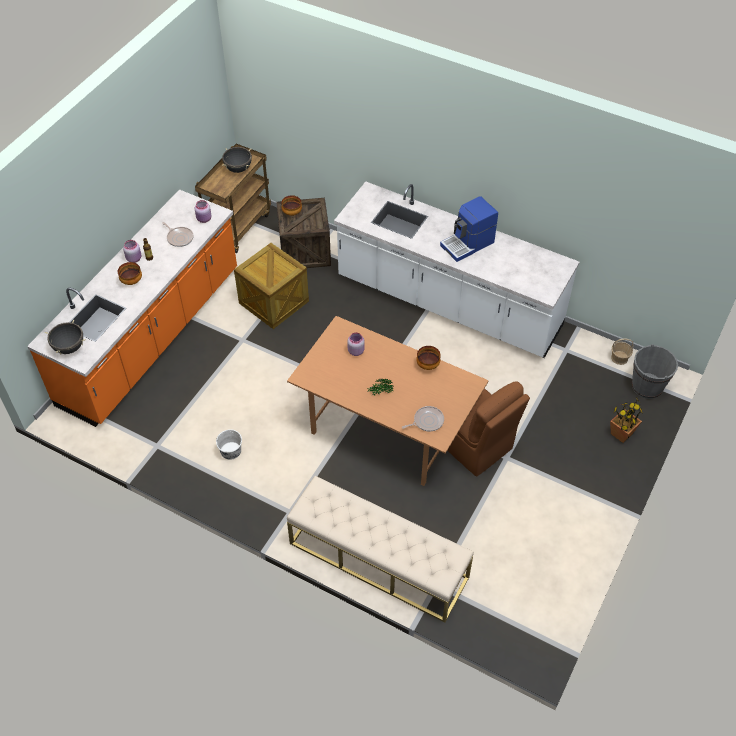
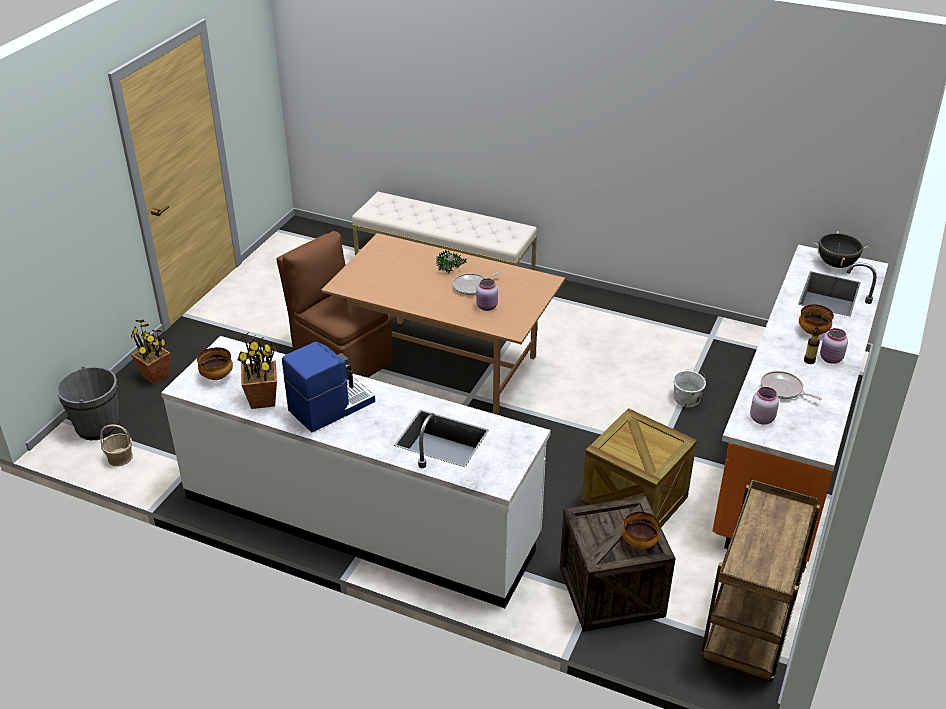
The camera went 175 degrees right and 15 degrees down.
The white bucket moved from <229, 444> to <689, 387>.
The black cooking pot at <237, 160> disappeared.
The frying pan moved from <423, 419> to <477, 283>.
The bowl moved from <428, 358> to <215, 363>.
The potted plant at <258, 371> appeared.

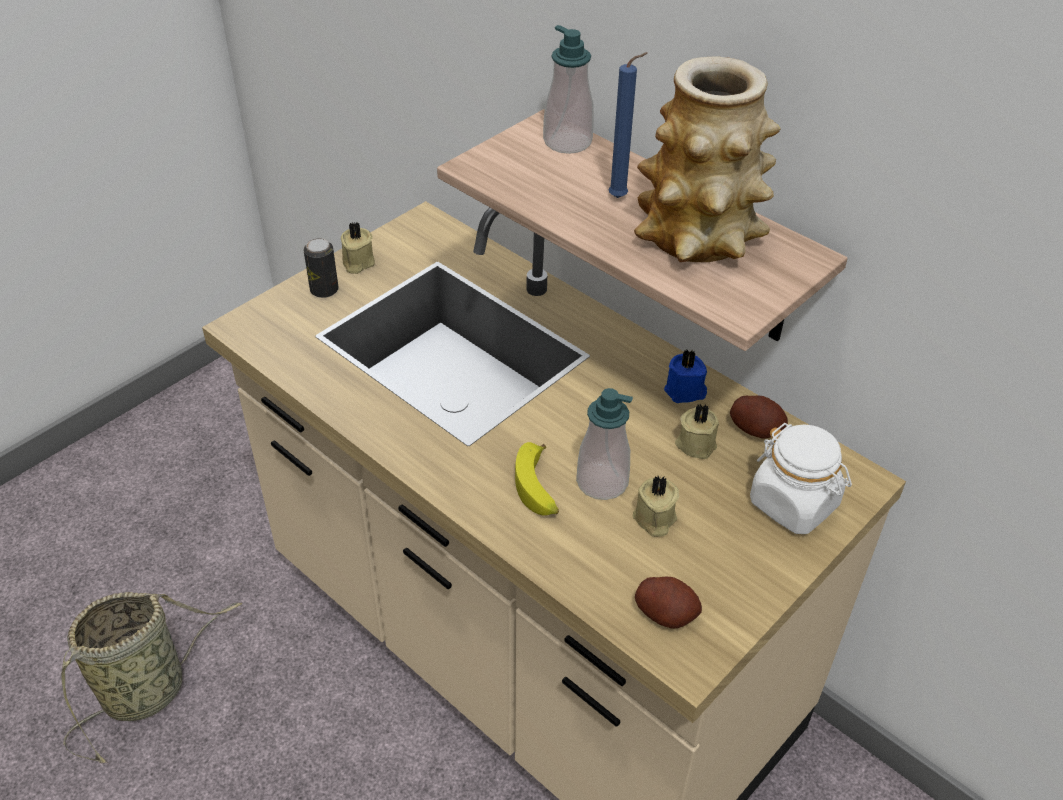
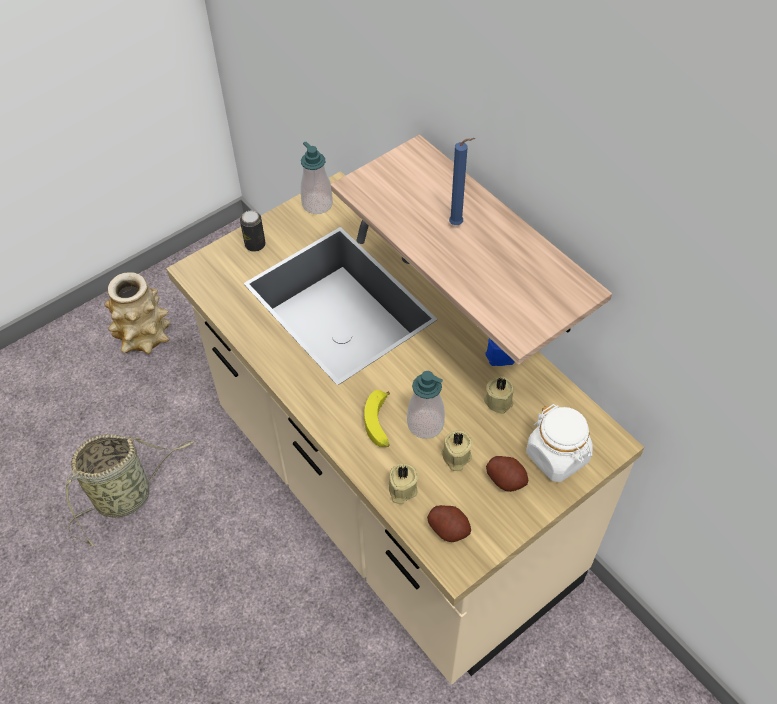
The camera went 10 degrees right and 10 degrees up.
The beige candle moved from <358, 248> to <403, 484>.
The soap dispenser moved from <568, 89> to <317, 178>.
The vase moved from <707, 159> to <137, 313>.
The potato moved from <759, 417> to <507, 474>.

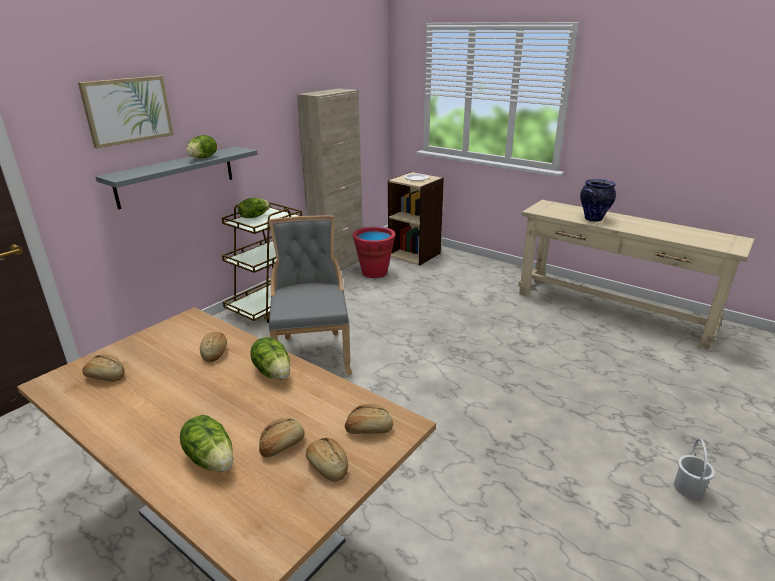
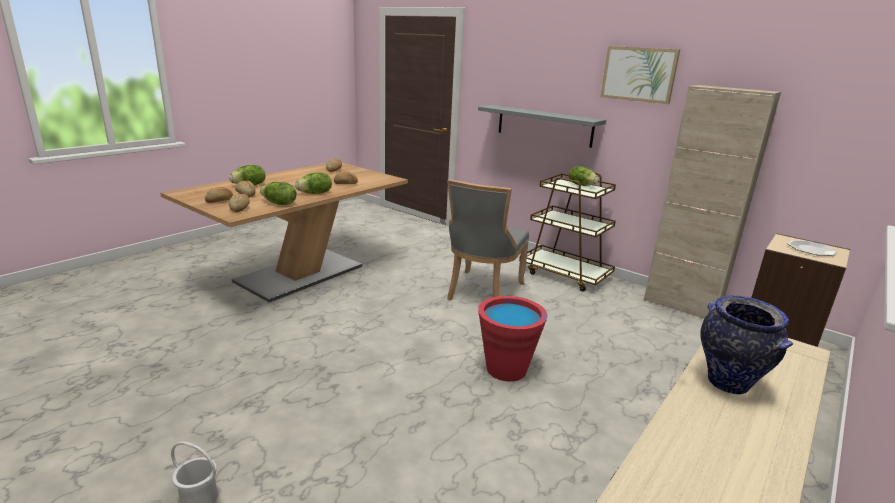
The camera went 90 degrees right and 5 degrees down.
The picture moved from <125, 112> to <640, 75>.
The lettuce moved from <201, 147> to <278, 193>.
The grey chair at <310, 295> turned 120 degrees clockwise.
The red bucket moved from <374, 252> to <512, 339>.

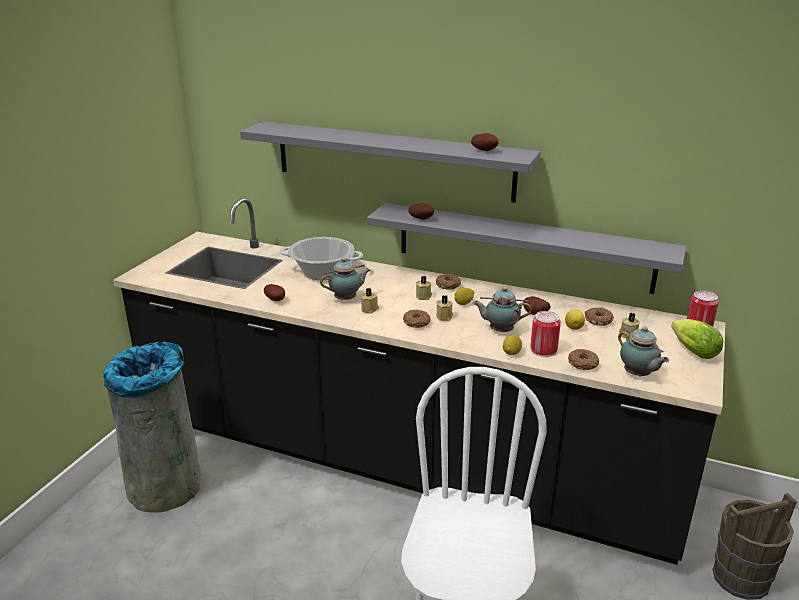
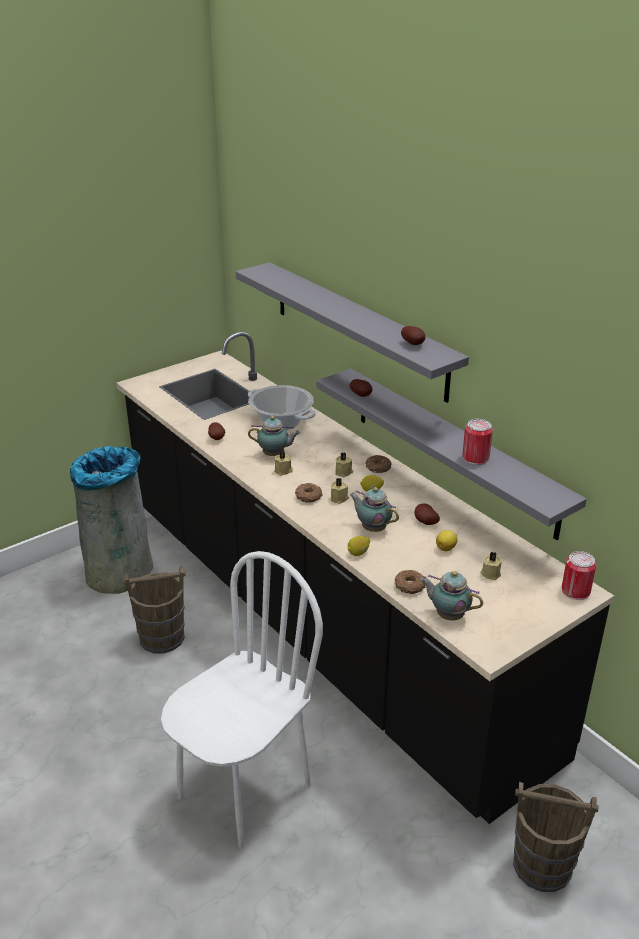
The camera went 30 degrees right and 5 degrees up.
The can moved from <545, 334> to <478, 442>.
The donut at <599, 316> disappeared.
The teapot at <643, 352> turned 120 degrees clockwise.
The lettuce at <697, 339> disappeared.
The brown bucket at <155, 609> appeared.

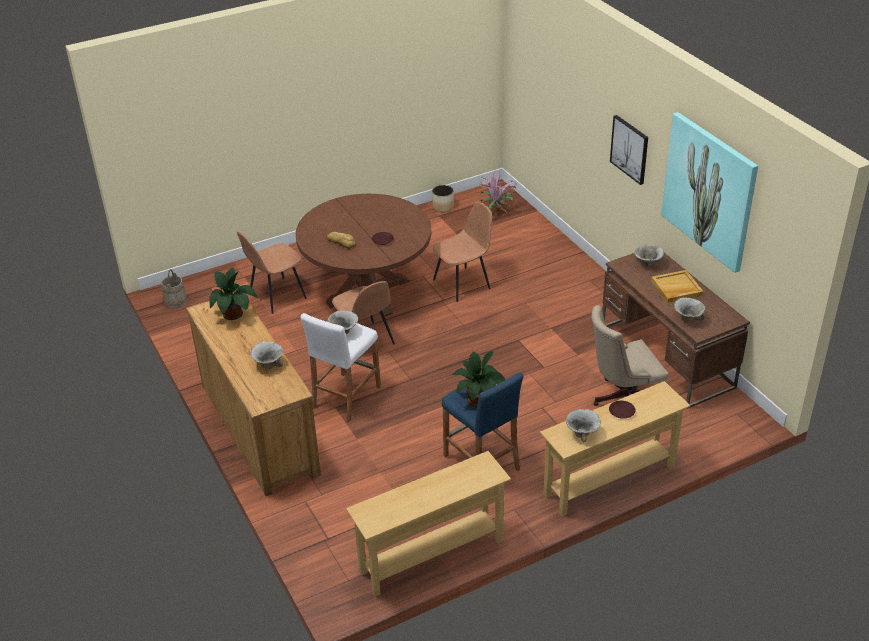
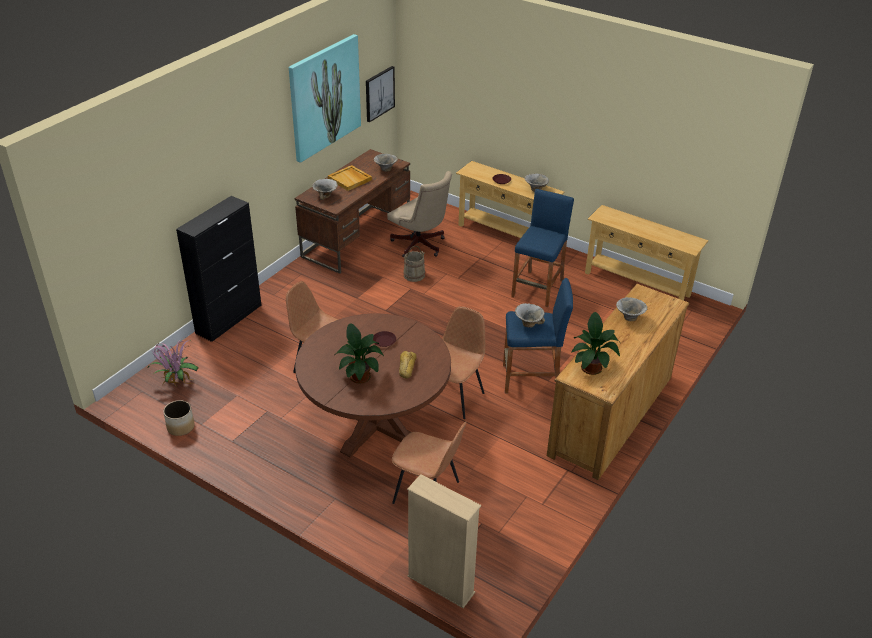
The camera went 120 degrees left and 0 degrees up.
The beige bucket moved from <174, 289> to <414, 264>.
The white stool at <341, 367> became the blue stool at <538, 336>.
The potted plant moved from <477, 379> to <360, 353>.
The picture moved from <629, 150> to <380, 94>.
The black cabinet at <218, 269> appeared.
The beige bookcase at <444, 541> appeared.

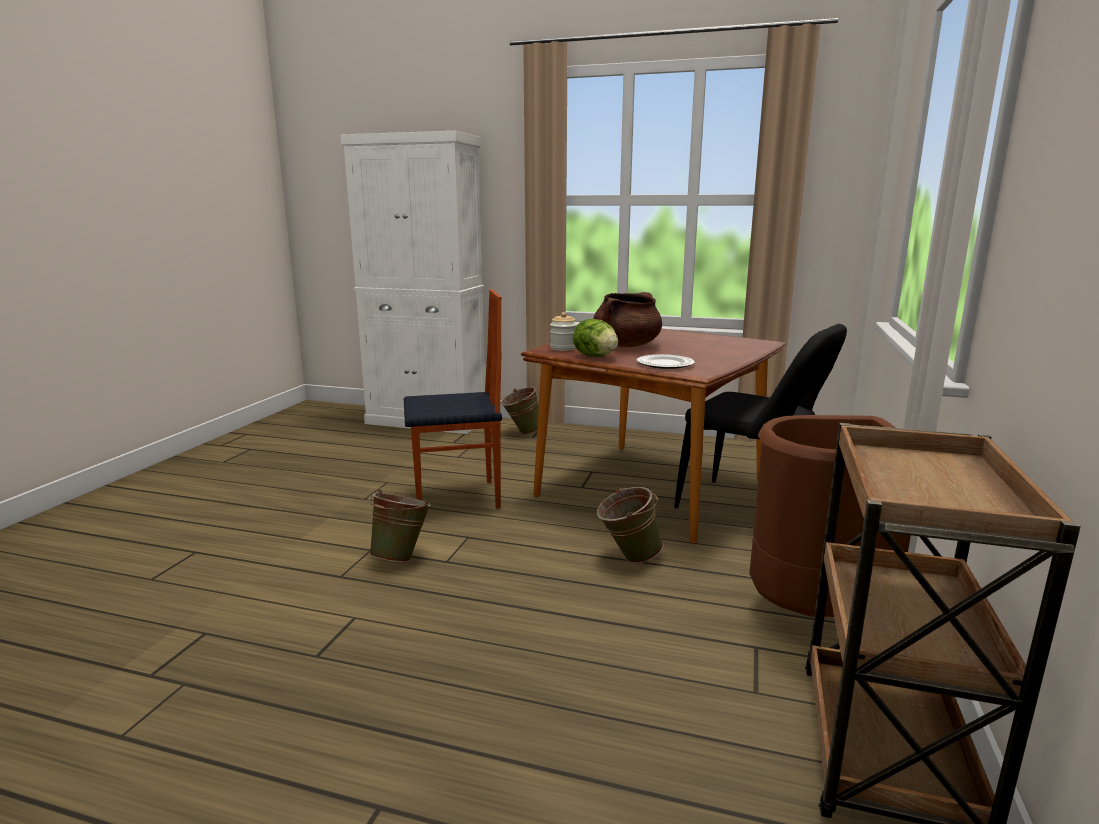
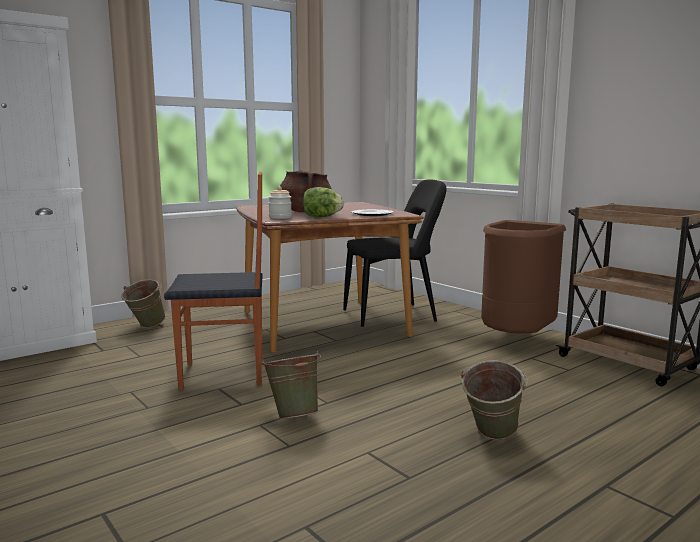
The camera went 55 degrees left and 5 degrees down.
The chair at <452, 399> turned 60 degrees clockwise.
The green bucket moved from <630, 525> to <494, 400>.

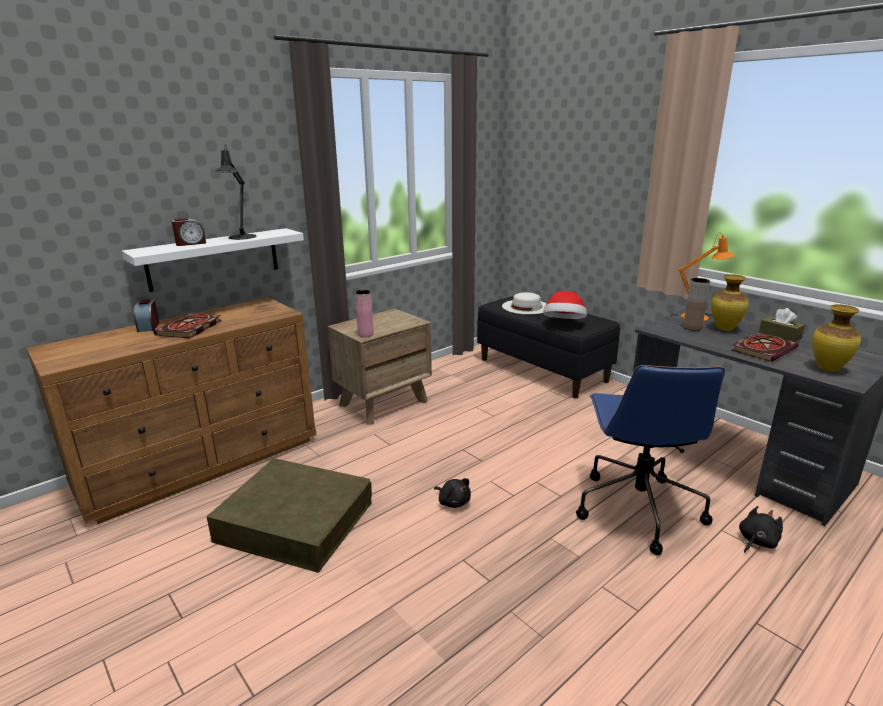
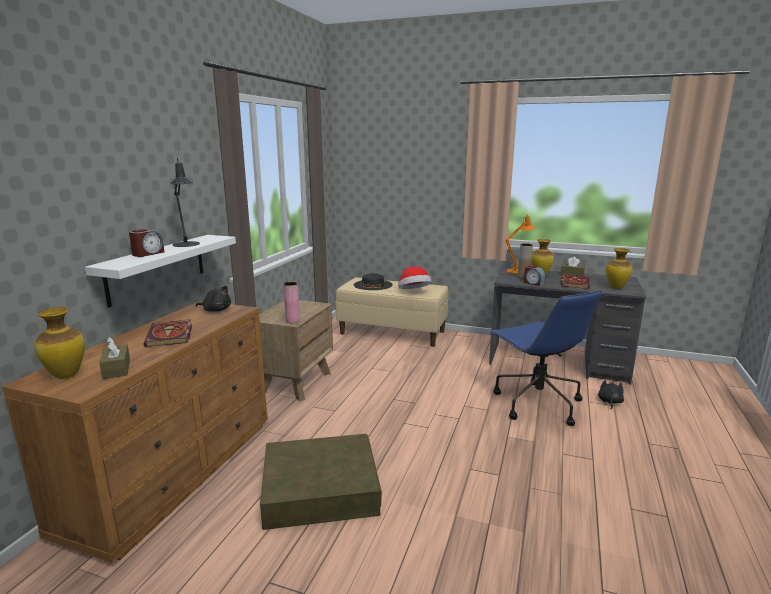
The camera went 30 degrees left and 5 degrees down.
The alarm clock moved from <146, 315> to <535, 275>.
The black plush toy moved from <452, 493> to <213, 299>.
The black bench at <548, 347> became the beige bench at <392, 312>.
The white hat at <524, 303> became the black hat at <373, 281>.
The vase at <59, 343> appeared.
The brown tissue box at <114, 358> appeared.

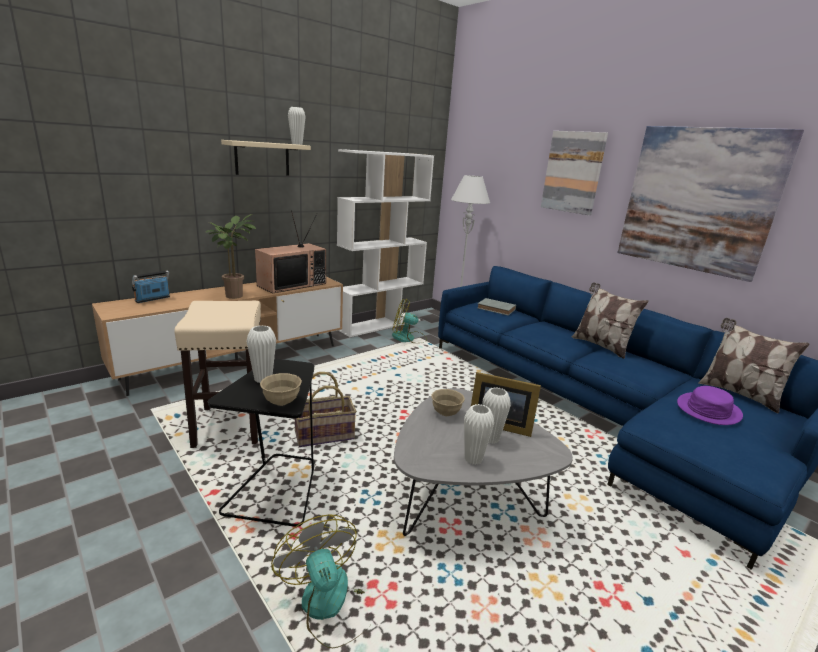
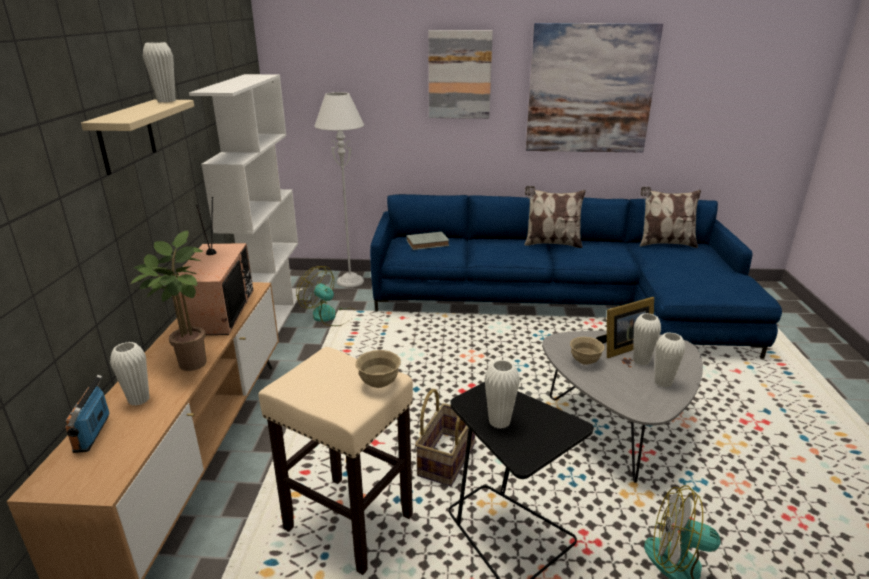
The camera went 45 degrees left and 5 degrees up.
The beige bowl moved from <281, 389> to <378, 369>.
The fan at <409, 321> turned 75 degrees clockwise.
The purple hat at <710, 405> disappeared.
The white vase at <129, 374> appeared.

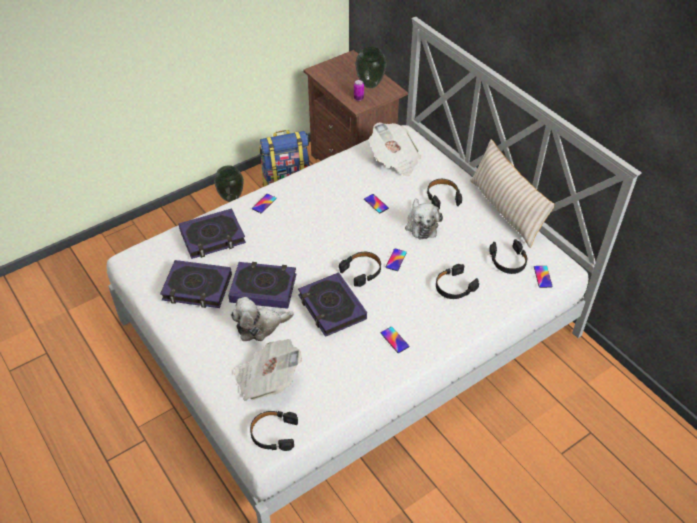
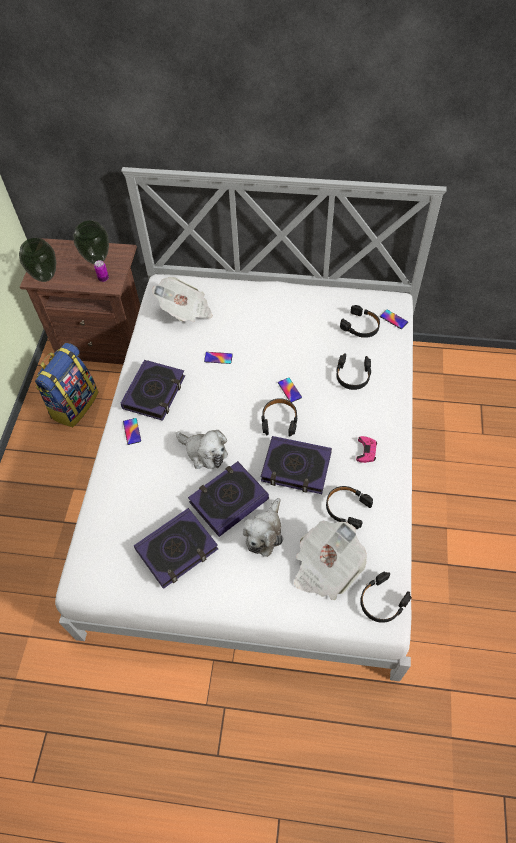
The camera went 45 degrees left and 10 degrees up.
The book moved from <212, 234> to <153, 390>.
The vase moved from <229, 183> to <37, 260>.
The phone at <395, 340> was replaced by the pink game controller at <366, 449>.
The plush toy moved from <424, 218> to <202, 449>.
The black headphones moved from <444, 194> to <349, 507>.
The beige pillow at <512, 193> disappeared.

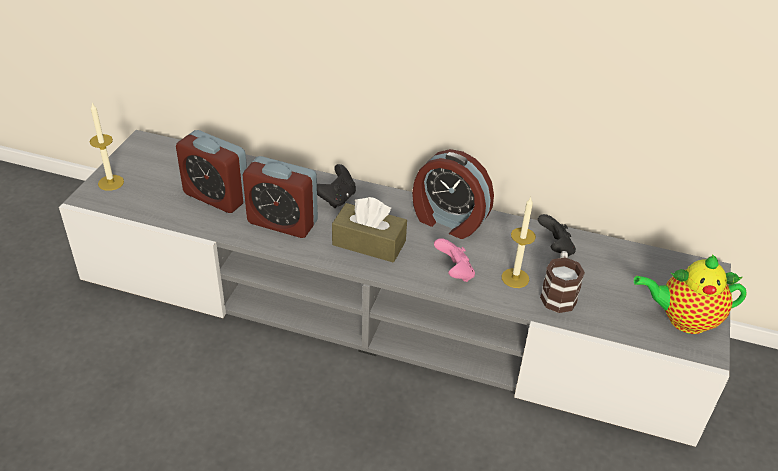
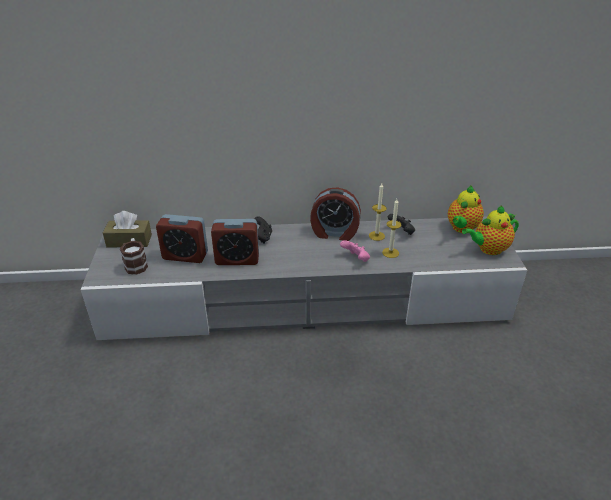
The camera went 20 degrees left and 5 degrees down.
The candle moved from <107, 147> to <378, 212>.
The brown tissue box moved from <369, 229> to <127, 229>.
The mug moved from <562, 282> to <134, 256>.
The teapot at <466, 209> appeared.

